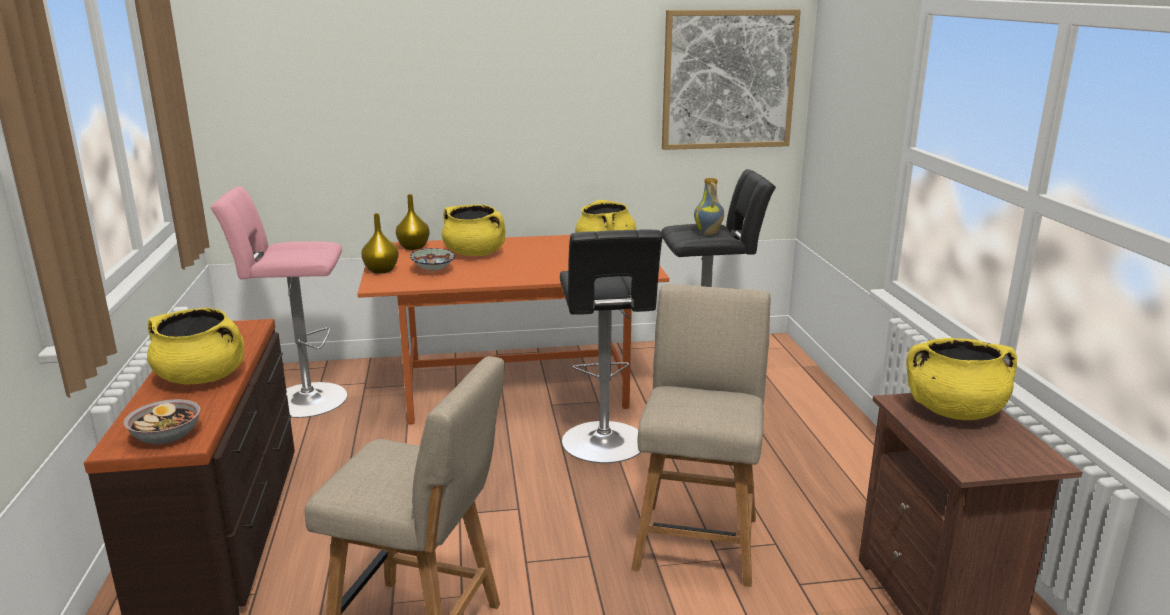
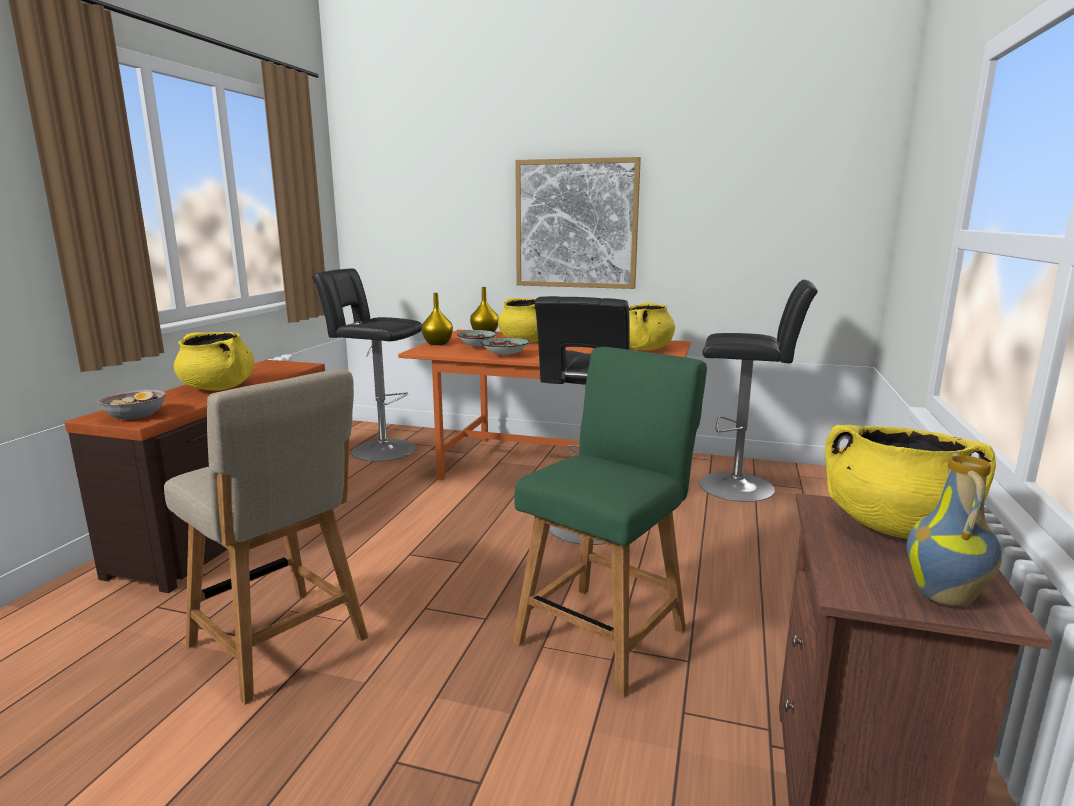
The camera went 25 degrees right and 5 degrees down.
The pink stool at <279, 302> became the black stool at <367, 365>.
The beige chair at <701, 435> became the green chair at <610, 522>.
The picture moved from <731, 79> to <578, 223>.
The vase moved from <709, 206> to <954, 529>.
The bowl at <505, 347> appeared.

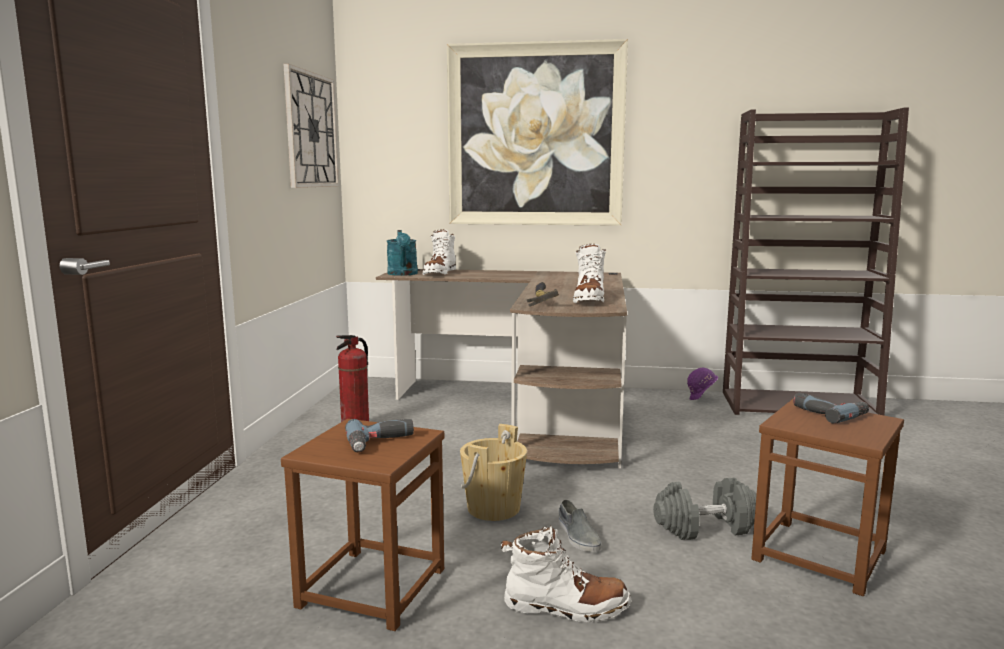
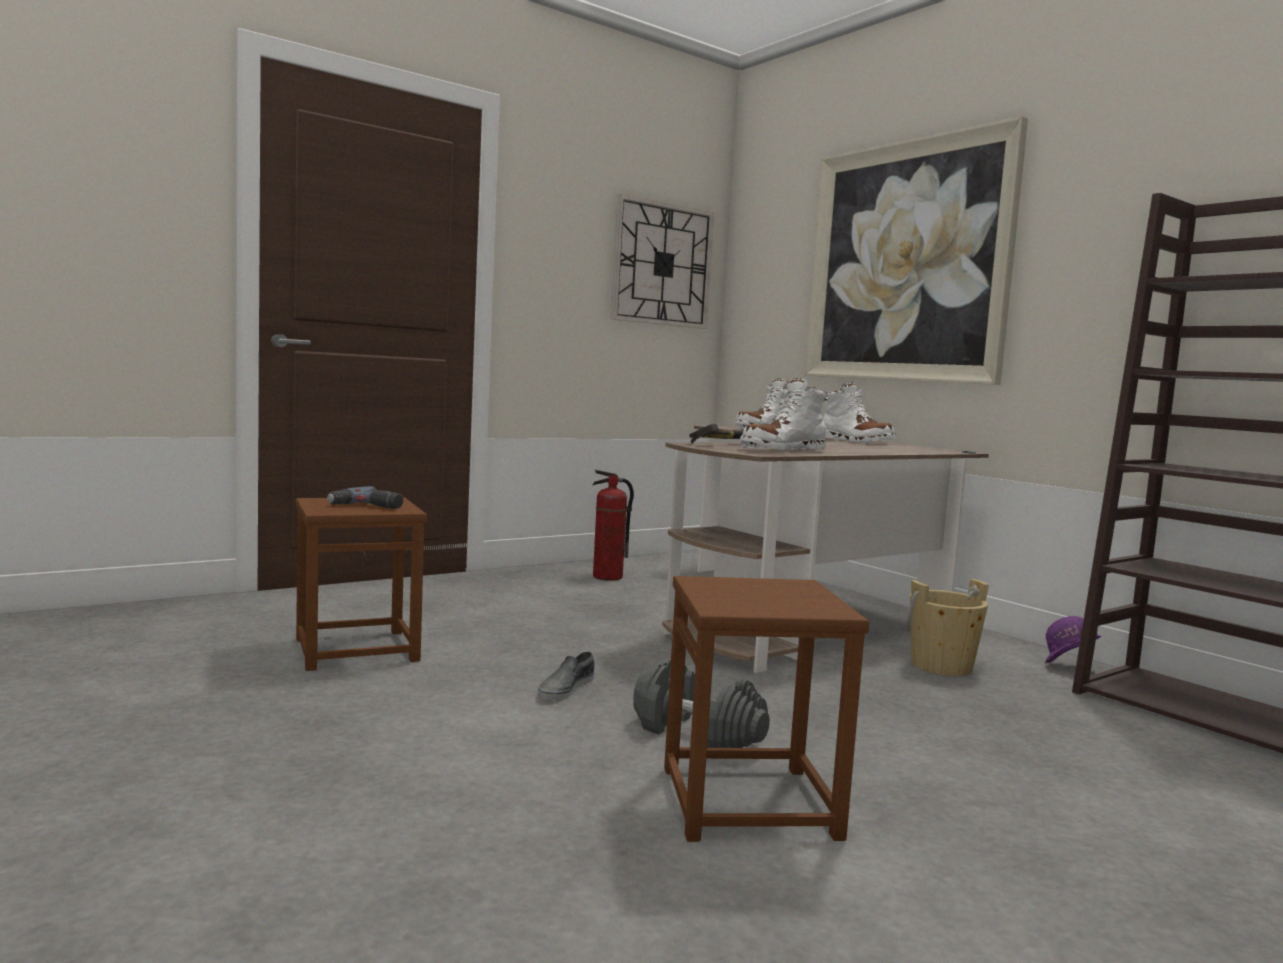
The camera went 45 degrees right and 5 degrees down.
The turquoise watering can at <402, 253> disappeared.
The beige bucket moved from <493, 472> to <948, 627>.
The white boot moved from <566, 573> to <859, 412>.
The power drill at <831, 408> disappeared.

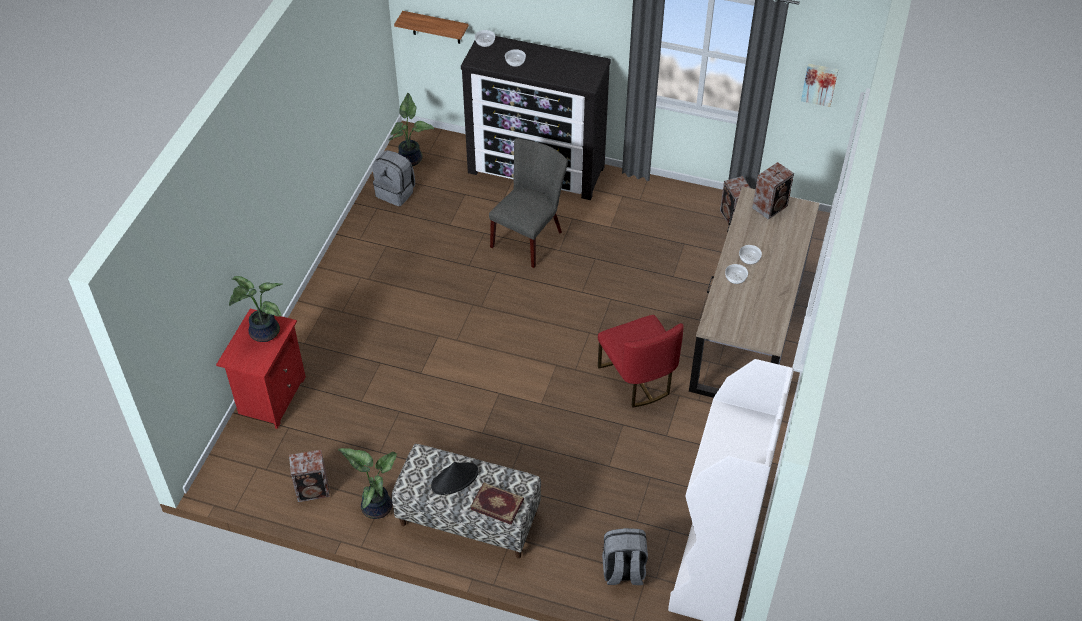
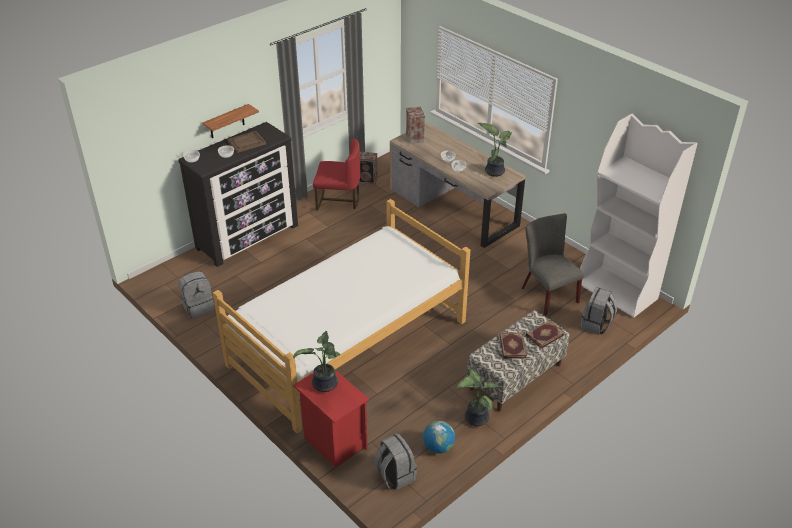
The camera went 60 degrees left and 10 degrees down.
The speaker at <309, 476> was replaced by the globe at <439, 437>.
The potted plant moved from <411, 129> to <495, 150>.
The shelf moved from <431, 27> to <230, 121>.
The black hat at <455, 478> was replaced by the book at <513, 346>.
The grey chair moved from <528, 203> to <552, 264>.
The red chair moved from <641, 361> to <337, 175>.
The picture at <820, 85> disappeared.
The bed at <341, 316> appeared.
The brown tray at <247, 142> appeared.
The grey backpack at <395, 461> appeared.

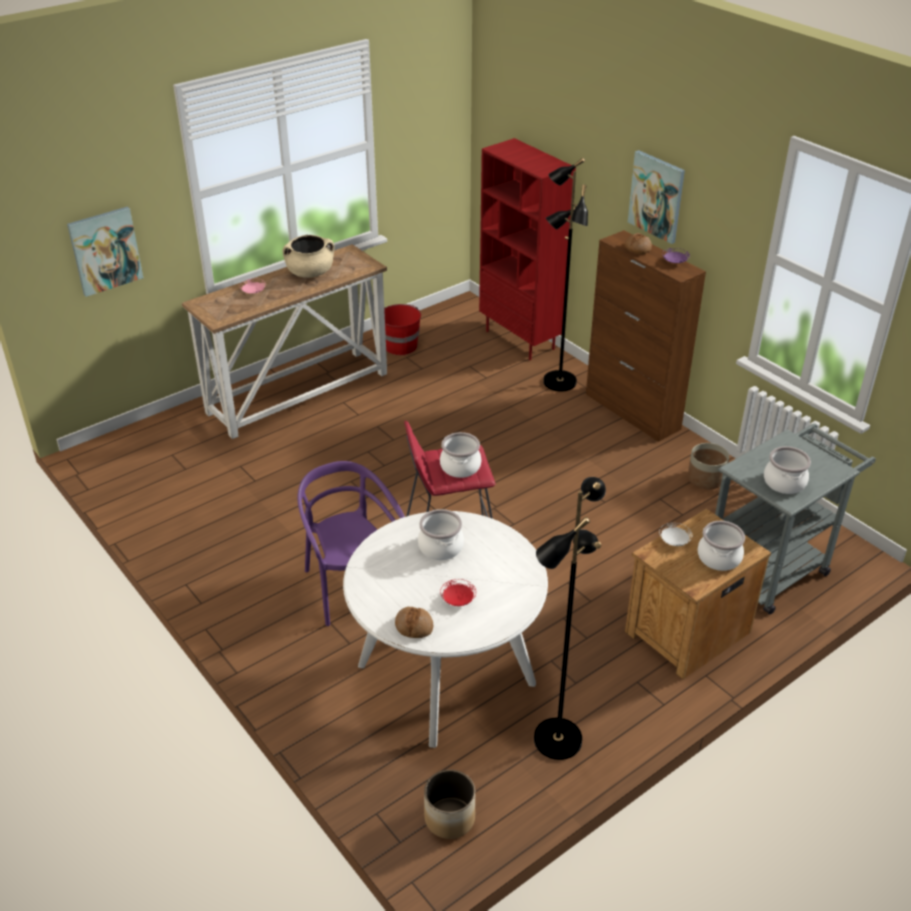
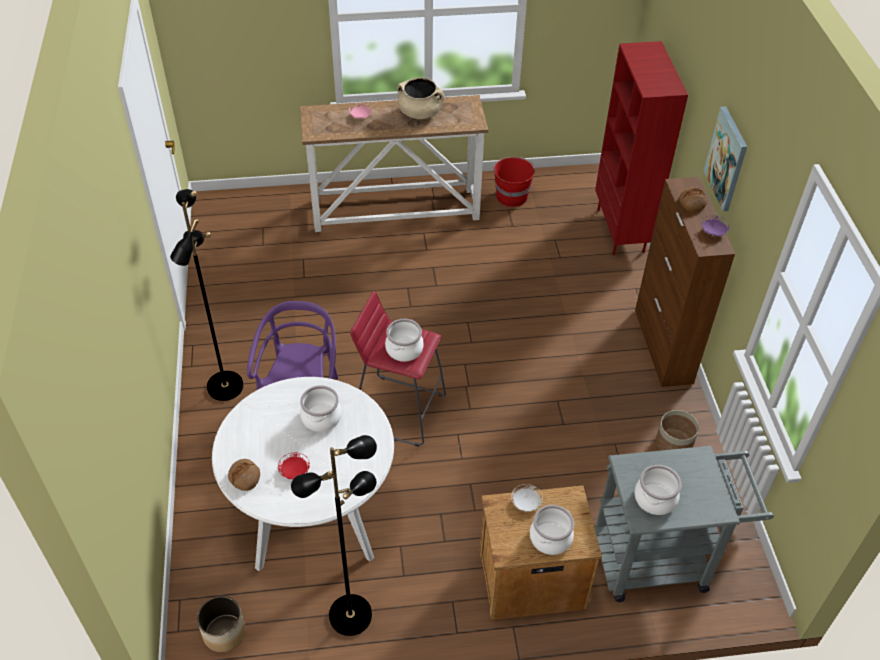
The camera went 30 degrees right and 10 degrees up.
The picture at <105, 251> disappeared.
The black floor lamp moved from <565, 275> to <207, 295>.

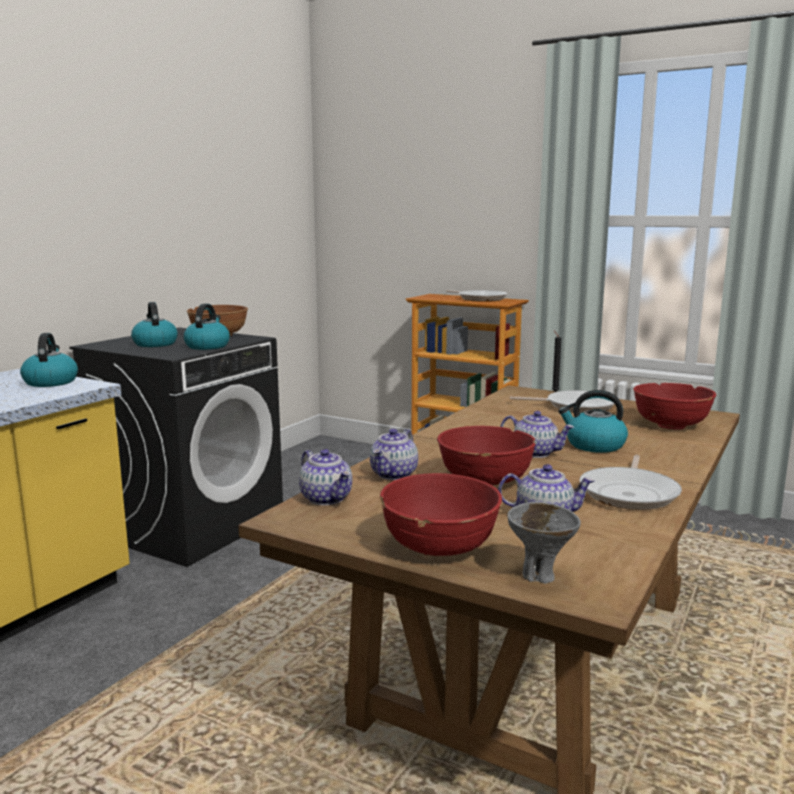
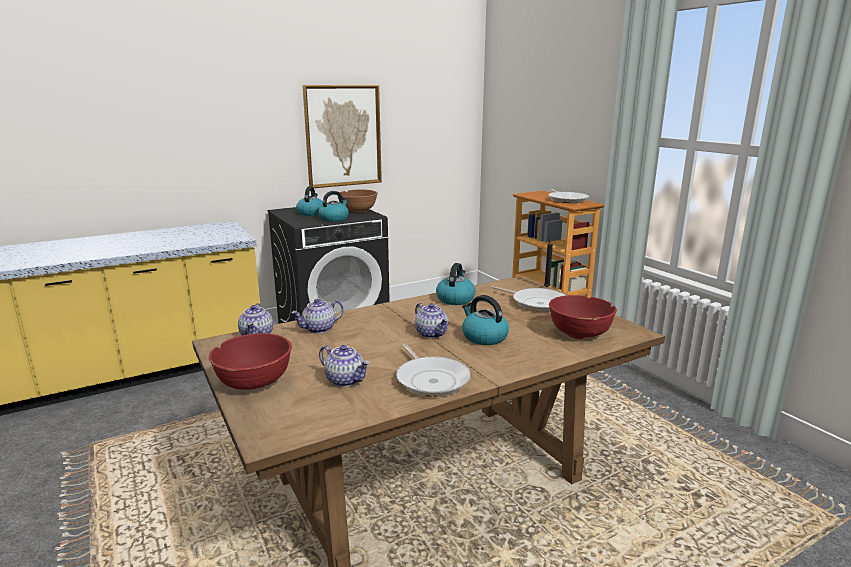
The camera went 30 degrees right and 5 degrees up.
The kettle moved from <49, 360> to <456, 284>.
The red bowl at <486, 456> disappeared.
The grey bowl at <544, 543> disappeared.
The frying pan at <631, 482> turned 75 degrees counterclockwise.
The picture at <342, 136> appeared.

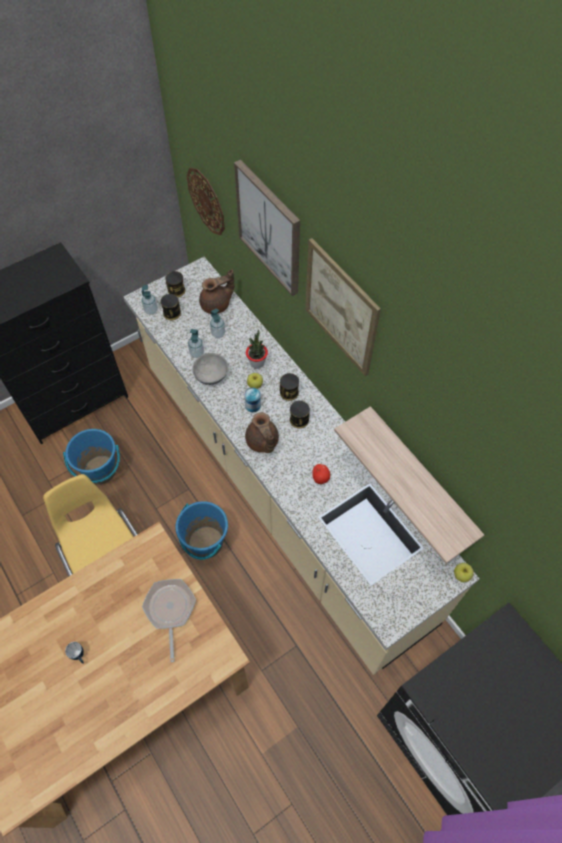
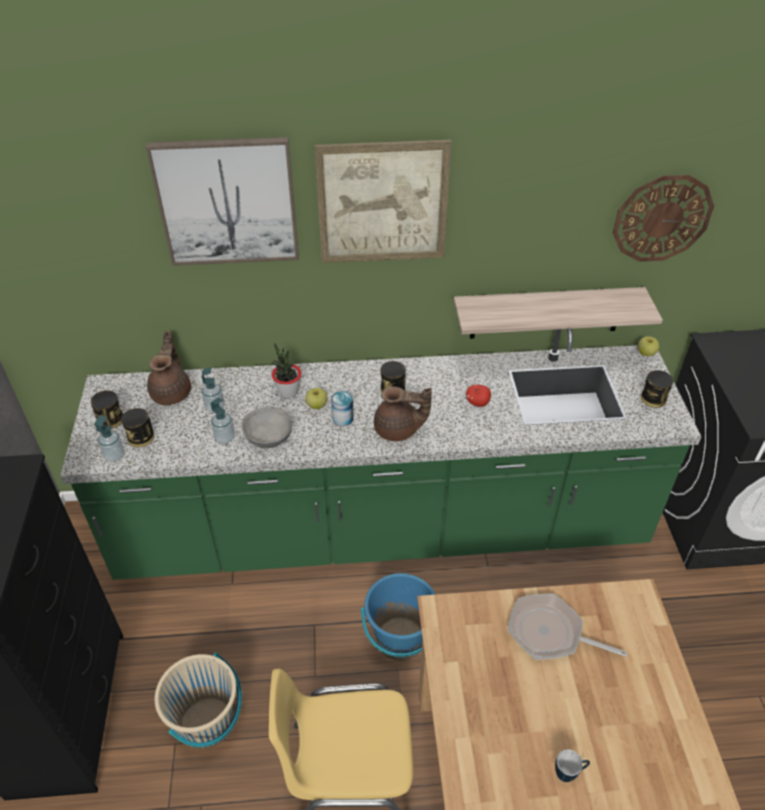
The camera went 60 degrees left and 15 degrees down.
The blue bucket at <91, 457> became the beige bucket at <198, 701>.
The beige counter at <301, 466> became the green counter at <381, 454>.
The wall clock moved from <206, 201> to <663, 218>.
The can moved from <289, 387> to <657, 389>.

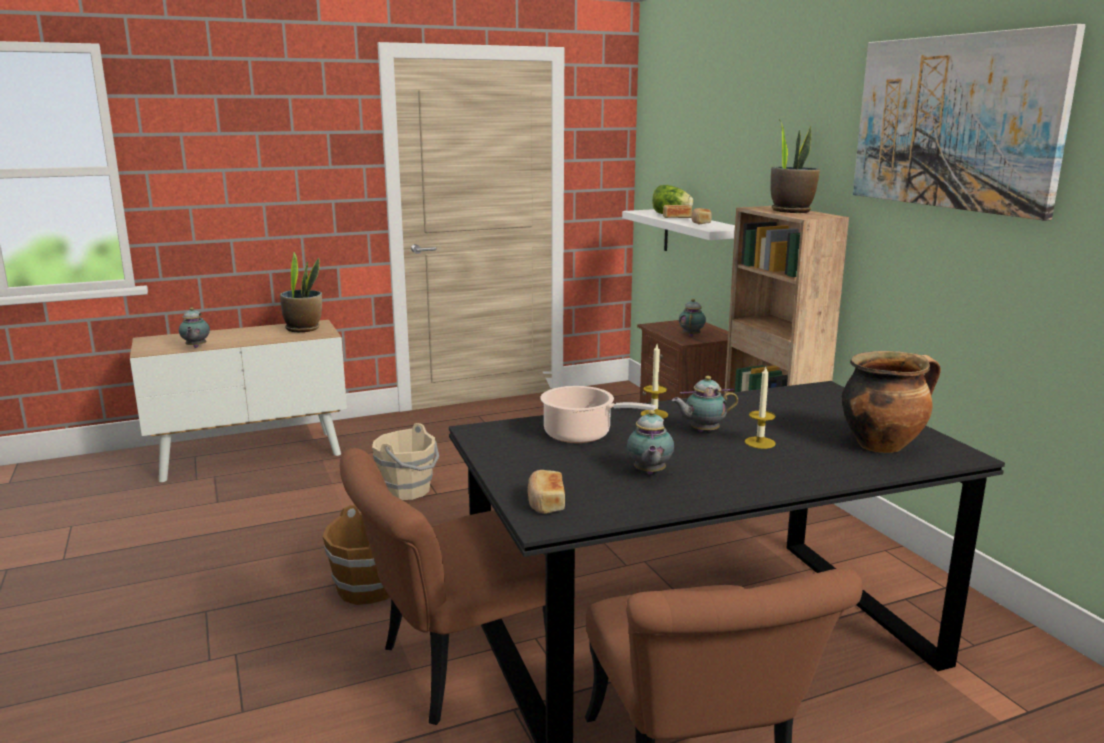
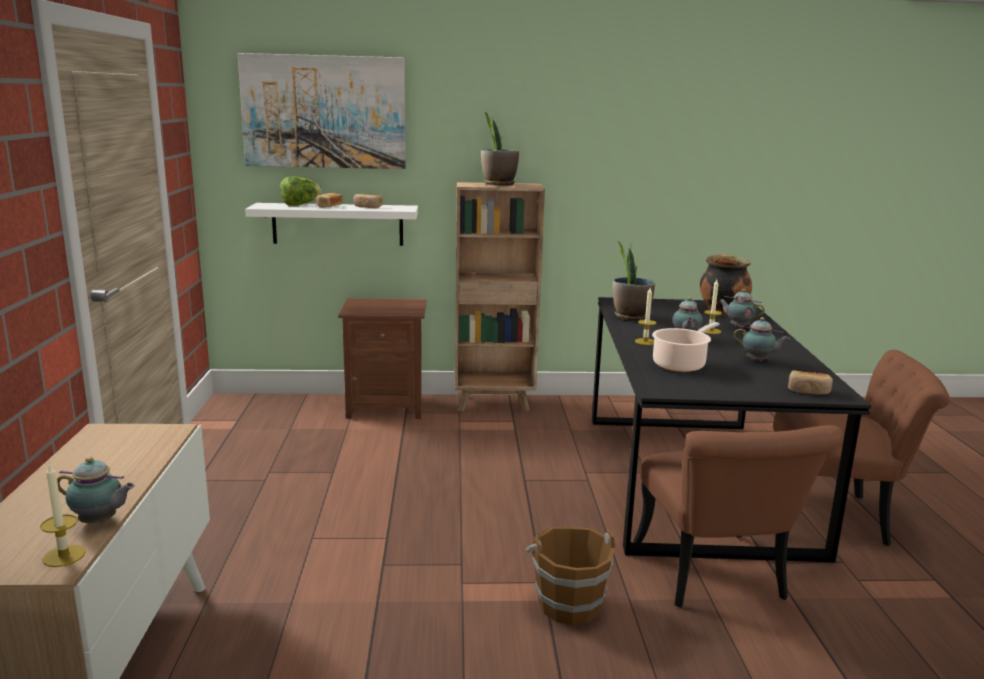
The camera went 70 degrees left and 0 degrees up.
The potted plant moved from <301, 292> to <634, 281>.
The beige bucket at <405, 461> disappeared.
The teapot moved from <692, 318> to <742, 308>.
The picture moved from <969, 122> to <322, 111>.
The candle at <63, 515> appeared.

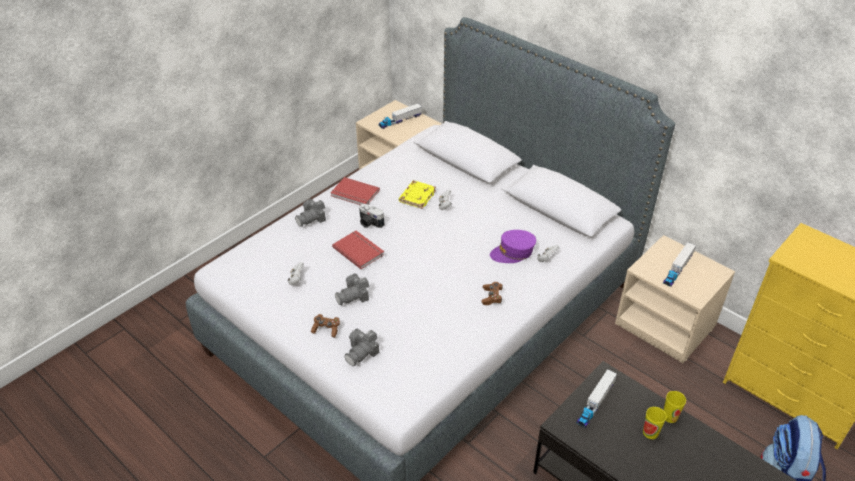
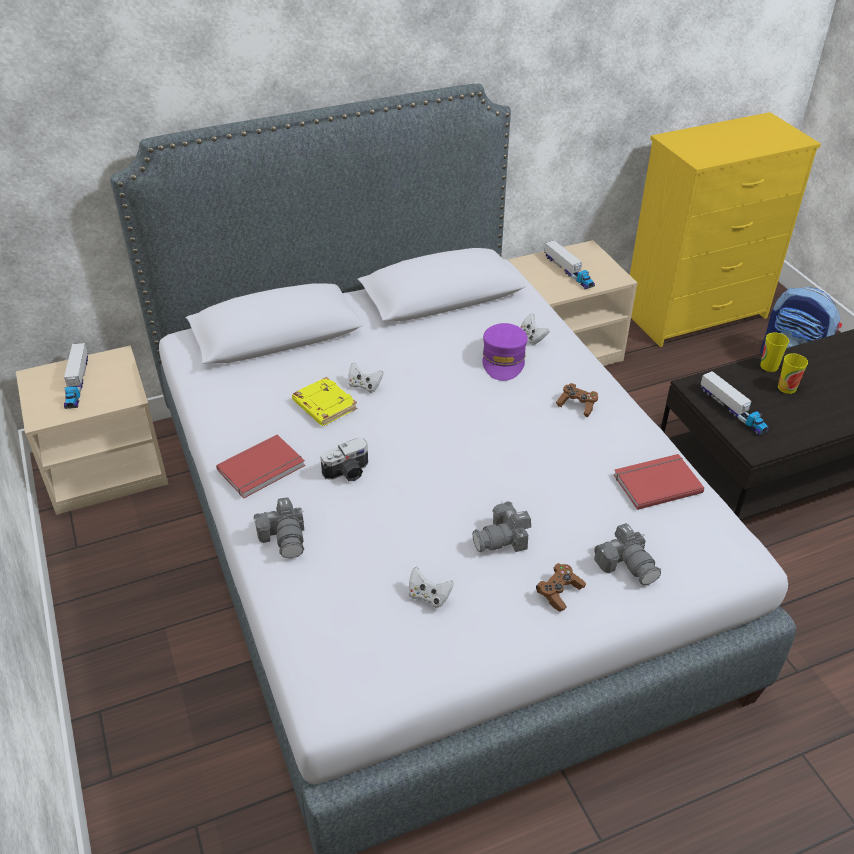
The camera went 65 degrees left and 0 degrees up.
The red book moved from <358, 250> to <659, 482>.
The photo camera at <352, 289> turned 75 degrees clockwise.

